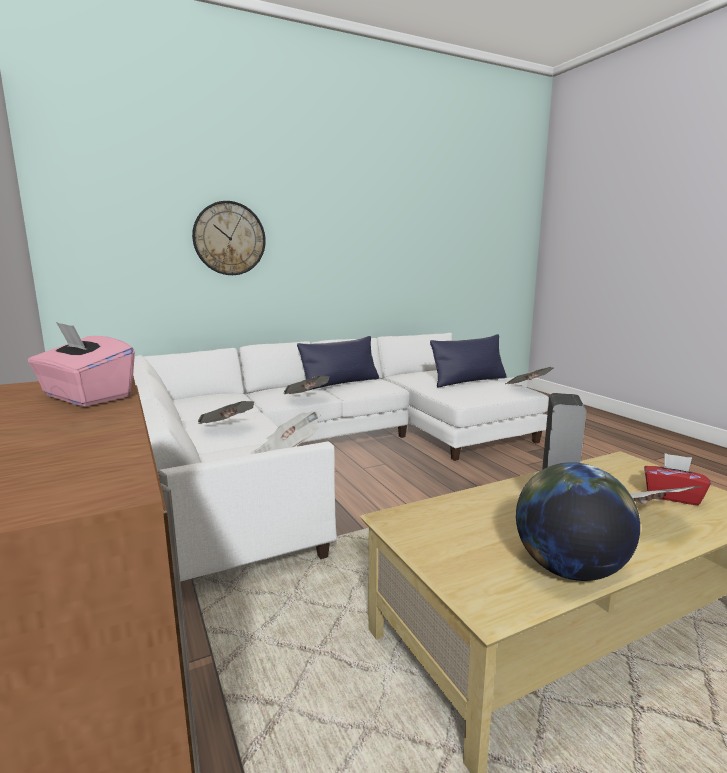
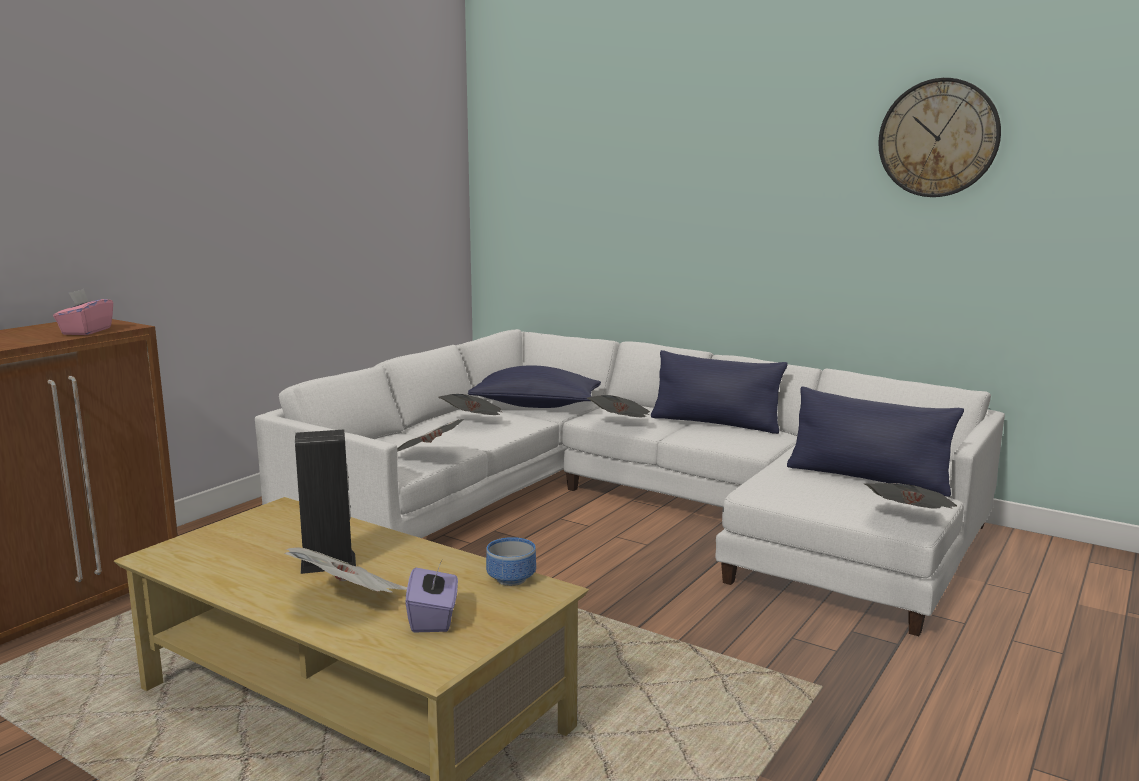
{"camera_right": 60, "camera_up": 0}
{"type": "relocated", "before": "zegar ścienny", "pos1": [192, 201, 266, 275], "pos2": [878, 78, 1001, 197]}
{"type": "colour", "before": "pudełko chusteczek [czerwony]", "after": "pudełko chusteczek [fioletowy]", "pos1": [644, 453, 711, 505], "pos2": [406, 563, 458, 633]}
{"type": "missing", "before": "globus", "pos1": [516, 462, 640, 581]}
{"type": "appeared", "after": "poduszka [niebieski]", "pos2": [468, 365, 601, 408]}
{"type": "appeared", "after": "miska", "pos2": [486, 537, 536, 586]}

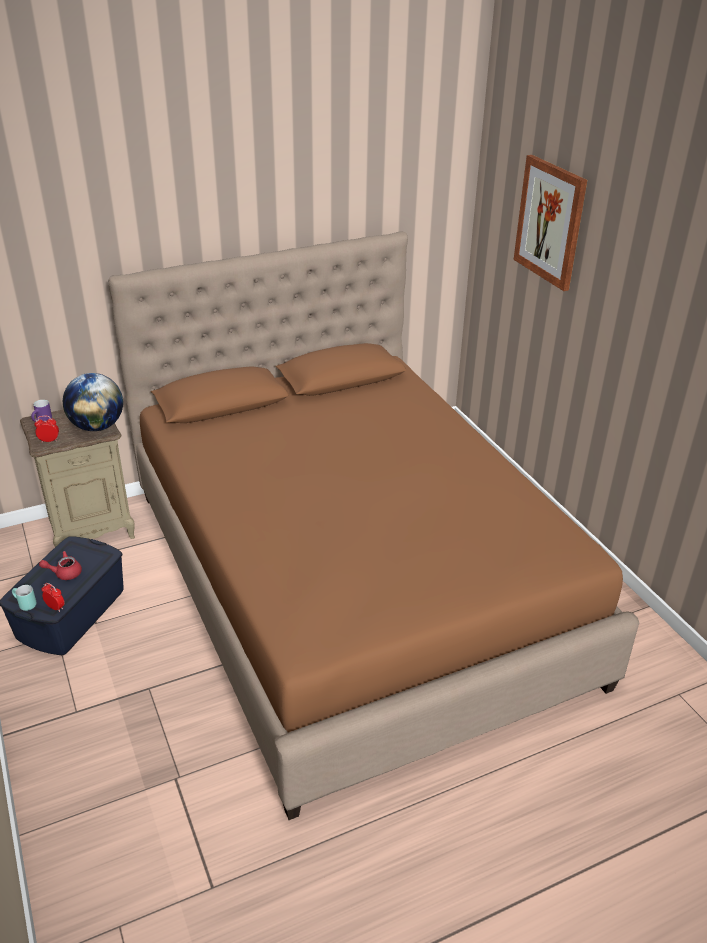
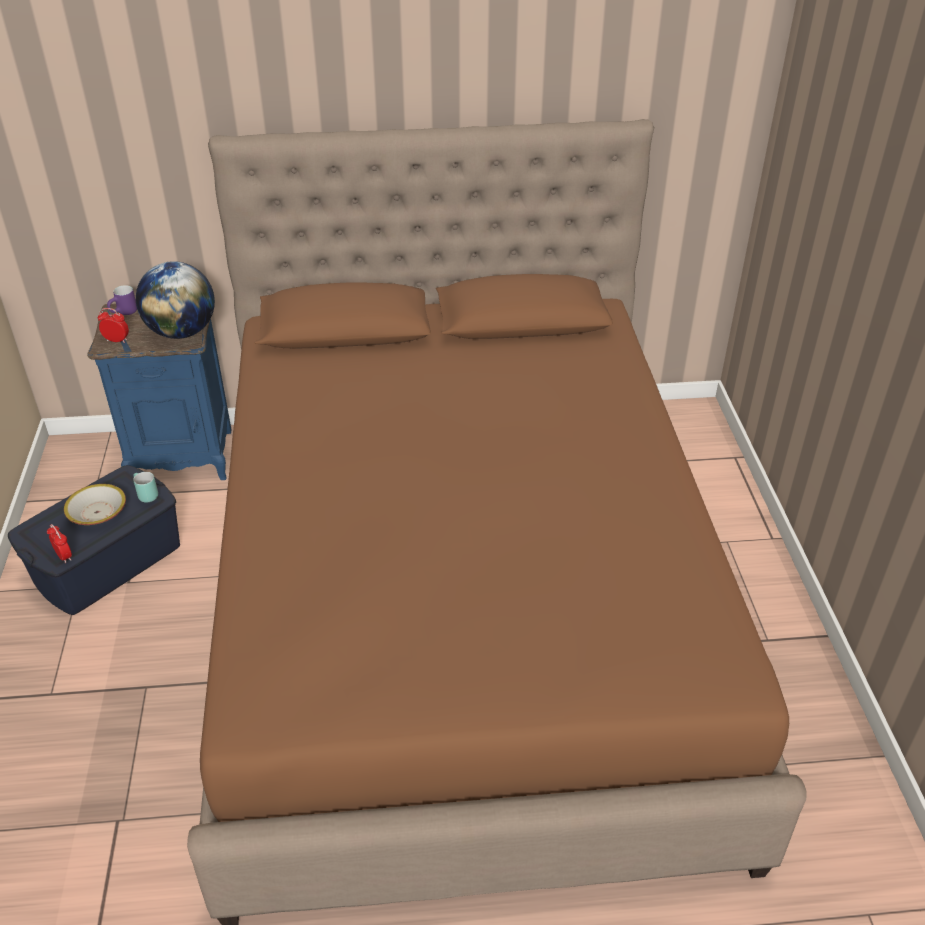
{"camera_right": 20, "camera_up": 5}
{"type": "missing", "before": "obraz", "pos1": [514, 155, 587, 291]}
{"type": "colour", "before": "szafka nocna [beżowy]", "after": "szafka nocna [niebieski]", "pos1": [20, 409, 135, 547], "pos2": [87, 304, 232, 480]}
{"type": "exchanged", "before": "imbryk [czerwony]", "after": "miska", "pos1": [39, 551, 82, 580], "pos2": [64, 484, 126, 525]}
{"type": "relocated", "before": "kubek [turkusowy]", "pos1": [12, 585, 36, 611], "pos2": [133, 472, 158, 502]}

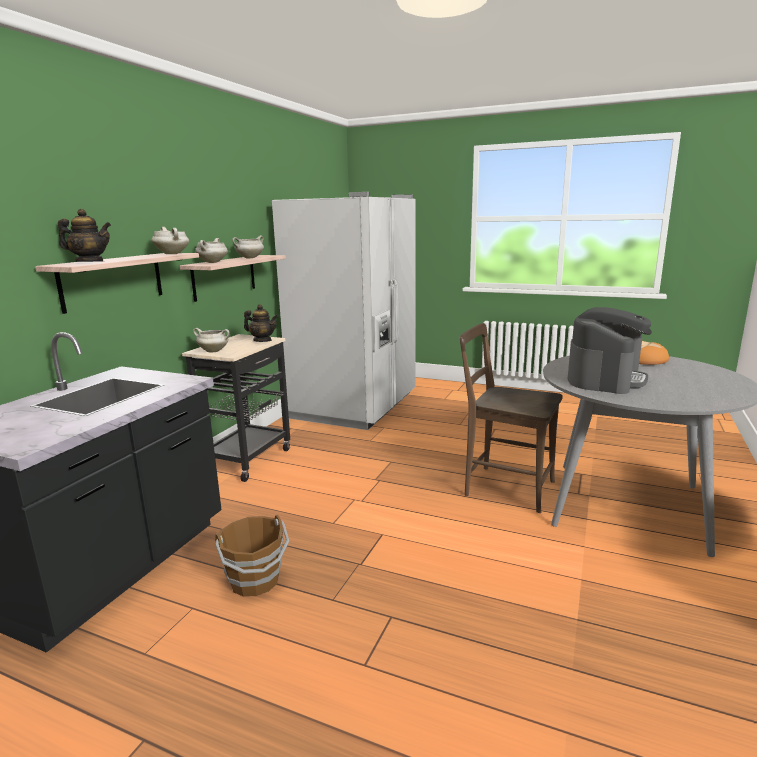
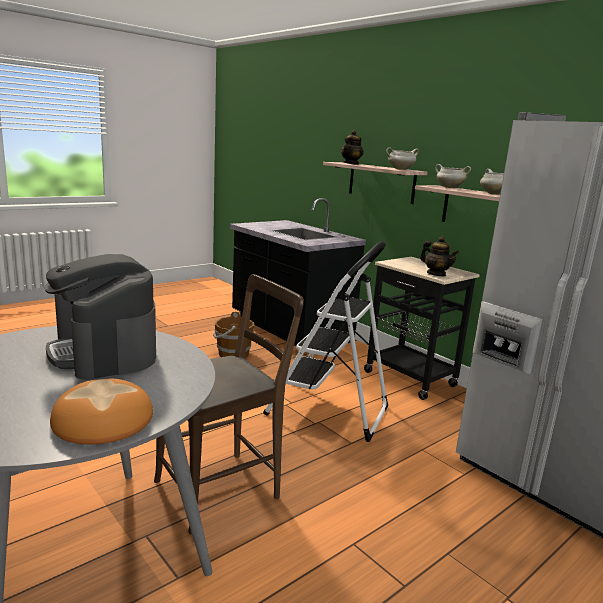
{"camera_right": 115, "camera_up": 0}
{"type": "spun", "before": "imbryk", "pos1": [244, 304, 278, 342], "pos2": [420, 236, 459, 276], "turn": -90}
{"type": "missing", "before": "garnek [biały]", "pos1": [193, 328, 230, 353]}
{"type": "appeared", "after": "drabinka", "pos2": [263, 241, 388, 442]}

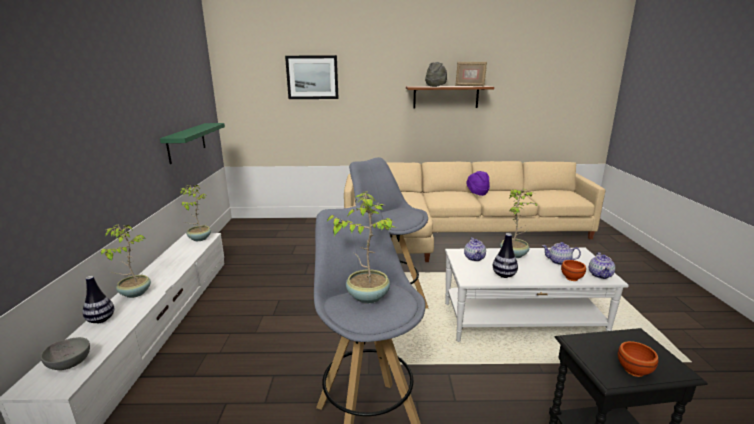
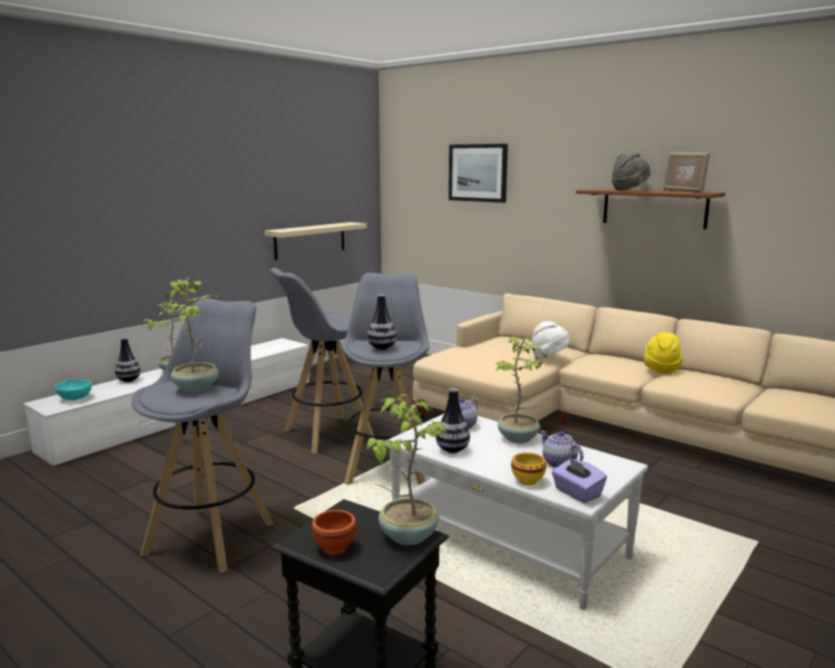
{"camera_right": 40, "camera_up": -5}
{"type": "colour", "before": "półka [zielony]", "after": "półka [beżowy]", "pos1": [160, 123, 225, 164], "pos2": [264, 222, 367, 260]}
{"type": "colour", "before": "kapelusz [fioletowy]", "after": "kapelusz [żółty]", "pos1": [466, 171, 490, 196], "pos2": [644, 332, 683, 374]}
{"type": "relocated", "before": "roślina doniczkowa", "pos1": [180, 185, 211, 241], "pos2": [366, 394, 448, 545]}
{"type": "exchanged", "before": "imbryk", "after": "pudełko chusteczek [fioletowy]", "pos1": [589, 252, 615, 279], "pos2": [552, 457, 607, 503]}
{"type": "colour", "before": "miska [brązowy]", "after": "miska [żółty]", "pos1": [561, 260, 586, 281], "pos2": [511, 452, 546, 485]}
{"type": "colour", "before": "miska [szary]", "after": "miska [turkusowy]", "pos1": [41, 337, 90, 370], "pos2": [55, 379, 92, 400]}
{"type": "appeared", "after": "stołek [szary]", "pos2": [270, 268, 374, 454]}
{"type": "appeared", "after": "wazon", "pos2": [367, 295, 397, 350]}
{"type": "appeared", "after": "kapelusz [biały]", "pos2": [531, 321, 570, 358]}

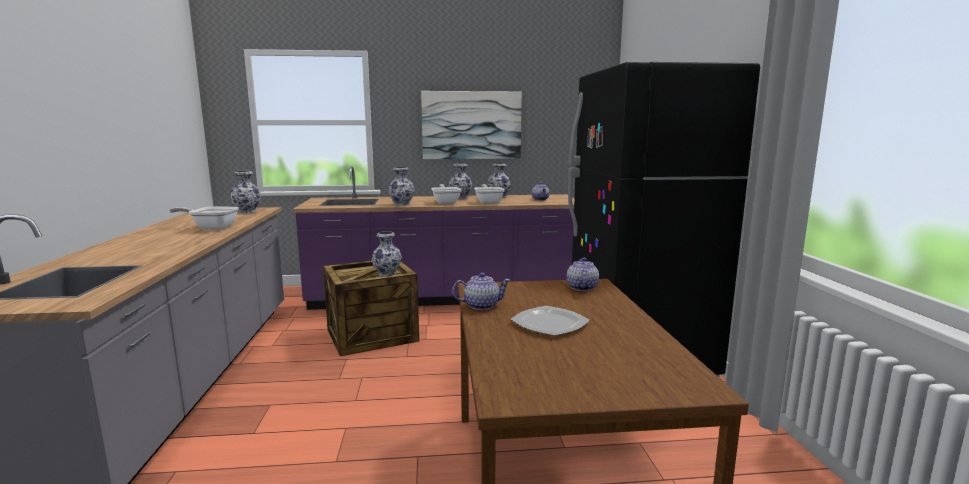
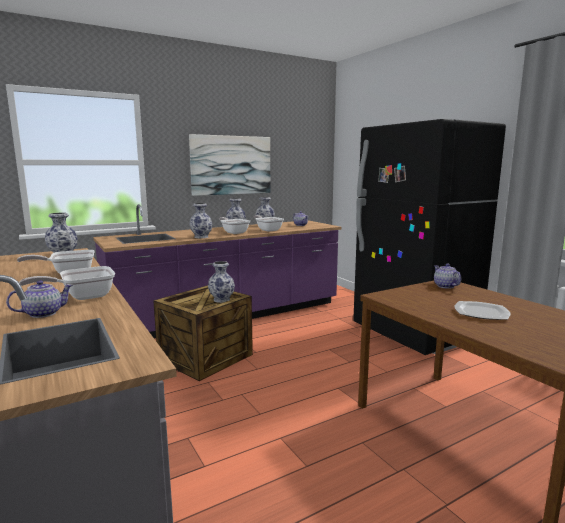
{"camera_right": -25, "camera_up": 0}
{"type": "relocated", "before": "imbryk", "pos1": [452, 272, 511, 310], "pos2": [6, 280, 73, 318]}
{"type": "appeared", "after": "patelnia", "pos2": [19, 266, 115, 300]}

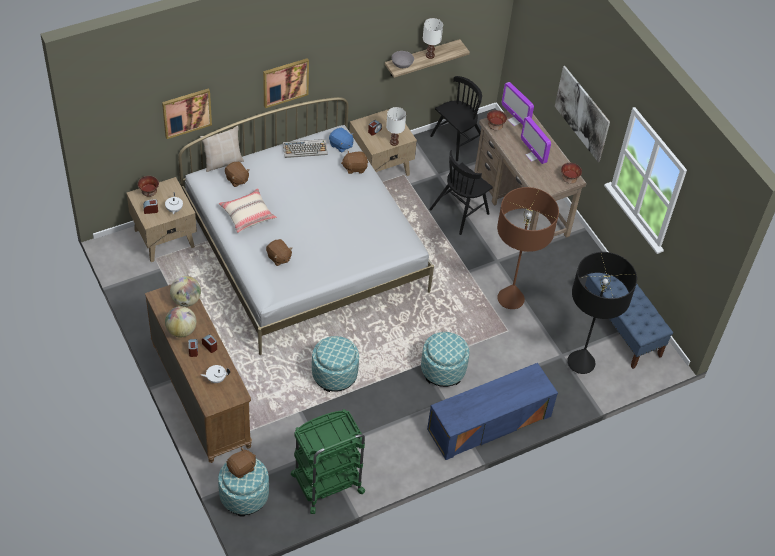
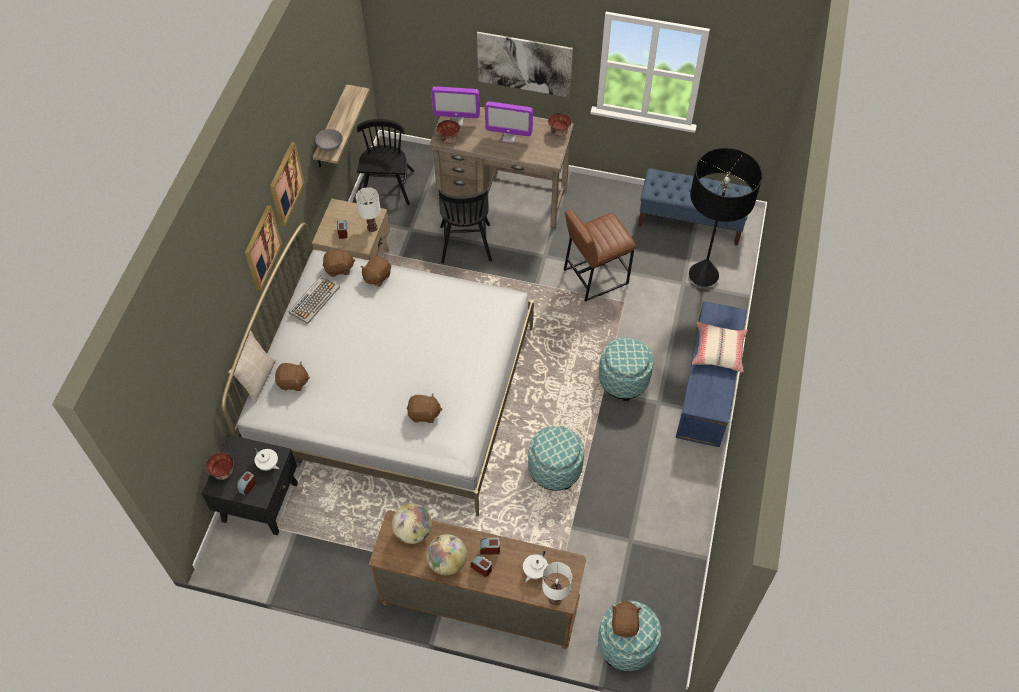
{"camera_right": -45, "camera_up": 5}
{"type": "relocated", "before": "lampa stołowa [biały]", "pos1": [423, 18, 443, 59], "pos2": [542, 562, 572, 605]}
{"type": "relocated", "before": "obraz", "pos1": [162, 88, 212, 139], "pos2": [270, 142, 305, 226]}
{"type": "colour", "before": "pluszak [niebieski]", "after": "pluszak [brązowy]", "pos1": [329, 128, 354, 153], "pos2": [323, 247, 355, 277]}
{"type": "colour", "before": "szafka nocna [beżowy]", "after": "szafka nocna [czarny]", "pos1": [127, 177, 197, 262], "pos2": [202, 434, 298, 536]}
{"type": "exchanged", "before": "lampa stojąca [brązowy]", "after": "krzesło [brązowy]", "pos1": [497, 187, 559, 309], "pos2": [564, 210, 636, 302]}
{"type": "relocated", "before": "poduszka [beżowy]", "pos1": [219, 188, 277, 233], "pos2": [692, 321, 747, 373]}
{"type": "missing", "before": "wózek [zielony]", "pos1": [291, 409, 365, 514]}

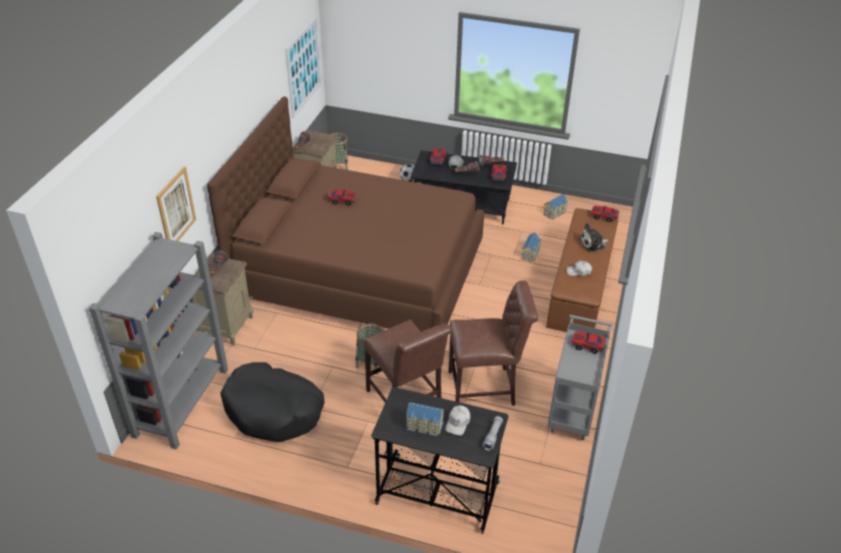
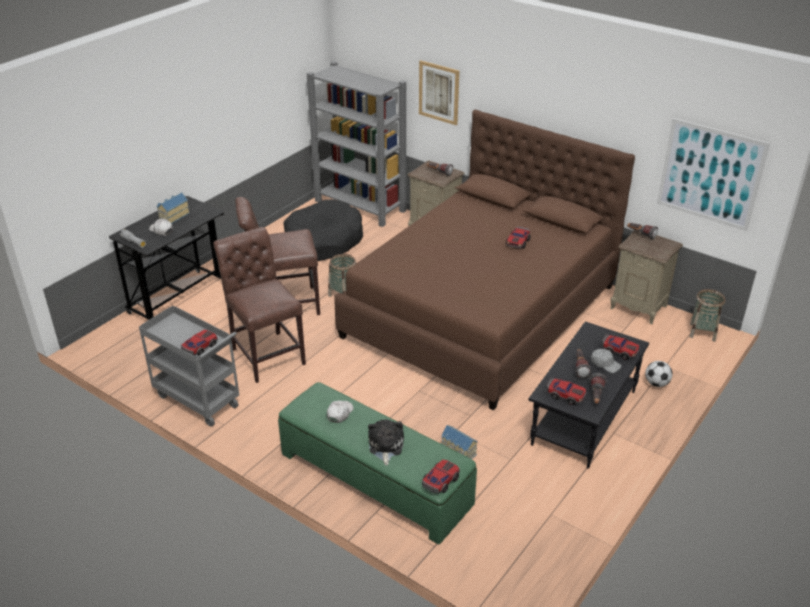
{"camera_right": 110, "camera_up": -5}
{"type": "missing", "before": "domek", "pos1": [543, 194, 568, 219]}
{"type": "colour", "before": "ławka [brązowy]", "after": "ławka [zielony]", "pos1": [546, 208, 618, 332], "pos2": [278, 382, 477, 545]}
{"type": "spun", "before": "krzesło [brązowy]", "pos1": [448, 280, 538, 406], "pos2": [213, 227, 306, 383], "turn": 135}

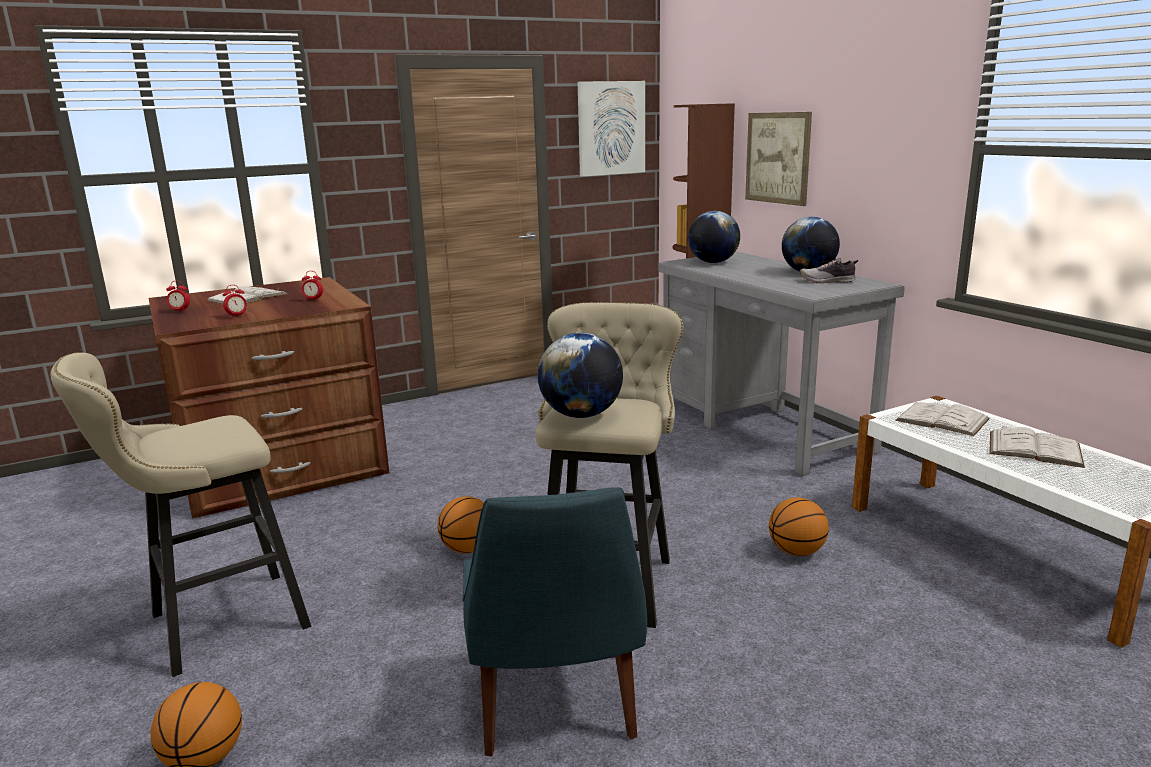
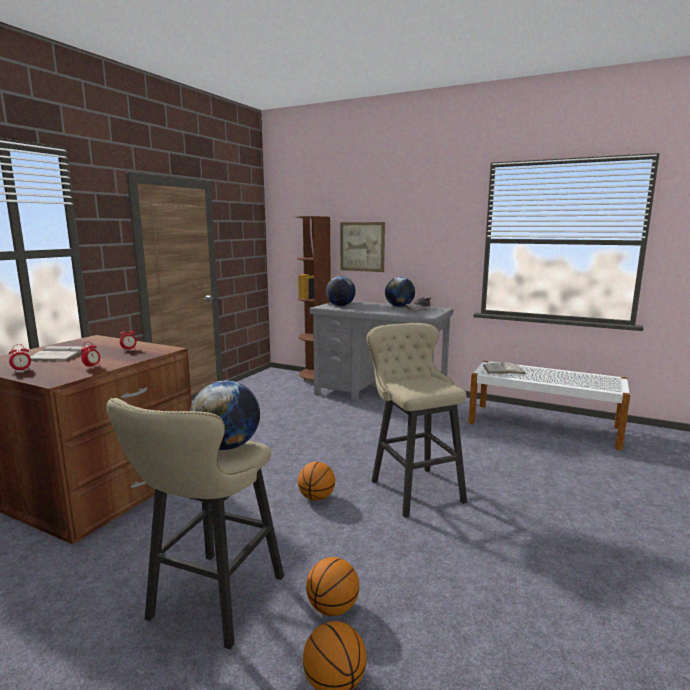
{"camera_right": -35, "camera_up": -5}
{"type": "missing", "before": "obraz", "pos1": [578, 81, 645, 177]}
{"type": "relocated", "before": "globus", "pos1": [538, 333, 623, 418], "pos2": [190, 381, 260, 450]}
{"type": "missing", "before": "książka [biały]", "pos1": [989, 426, 1085, 468]}
{"type": "missing", "before": "krzesło [niebieski]", "pos1": [463, 487, 647, 756]}
{"type": "relocated", "before": "piłka do koszykówki", "pos1": [769, 498, 829, 556], "pos2": [306, 557, 359, 616]}

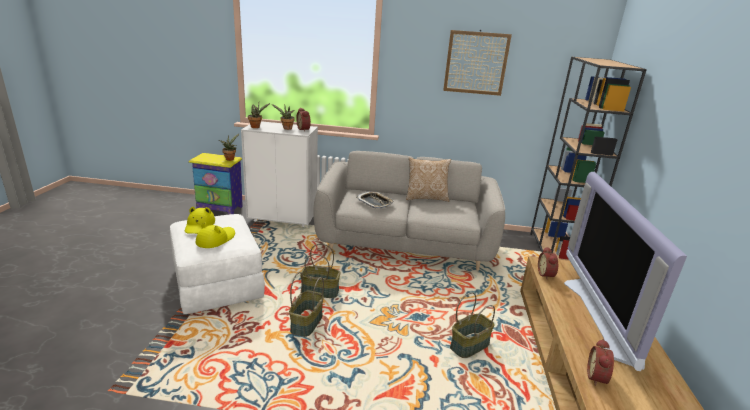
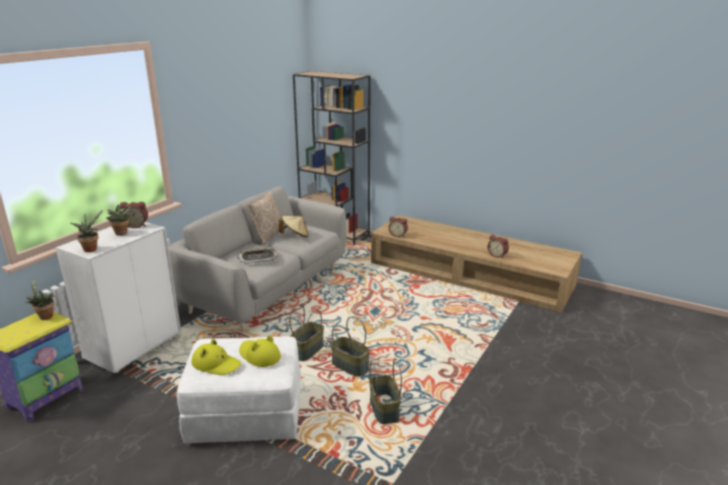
{"camera_right": -65, "camera_up": 0}
{"type": "missing", "before": "obraz", "pos1": [443, 30, 512, 96]}
{"type": "missing", "before": "telewizor", "pos1": [564, 172, 687, 371]}
{"type": "relocated", "before": "koszyk", "pos1": [450, 292, 495, 358], "pos2": [369, 358, 402, 424]}
{"type": "appeared", "after": "kapelusz [beżowy]", "pos2": [279, 216, 309, 237]}

